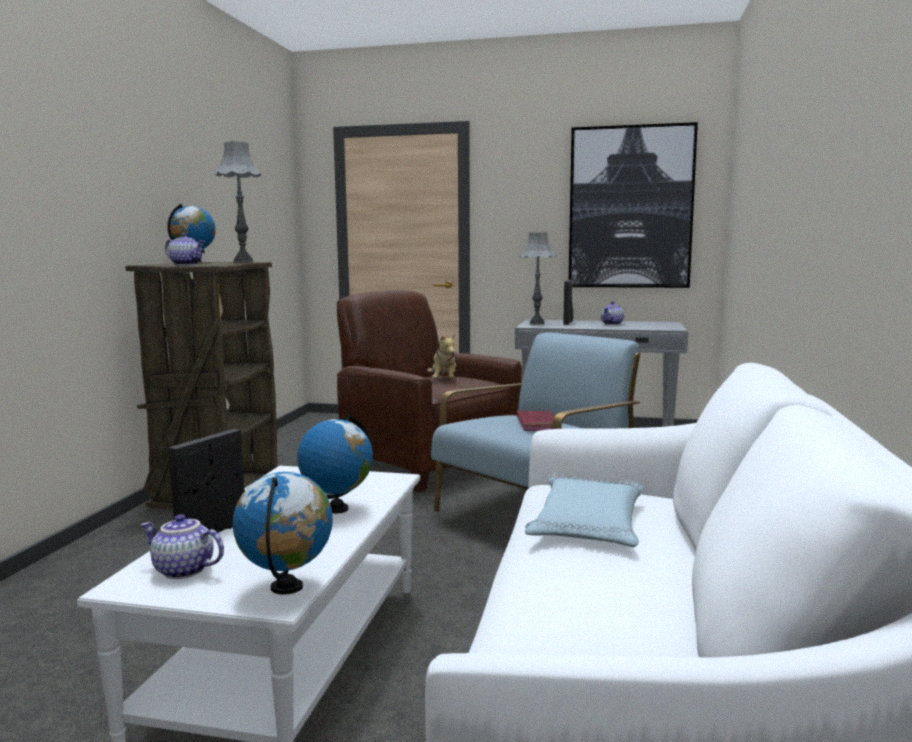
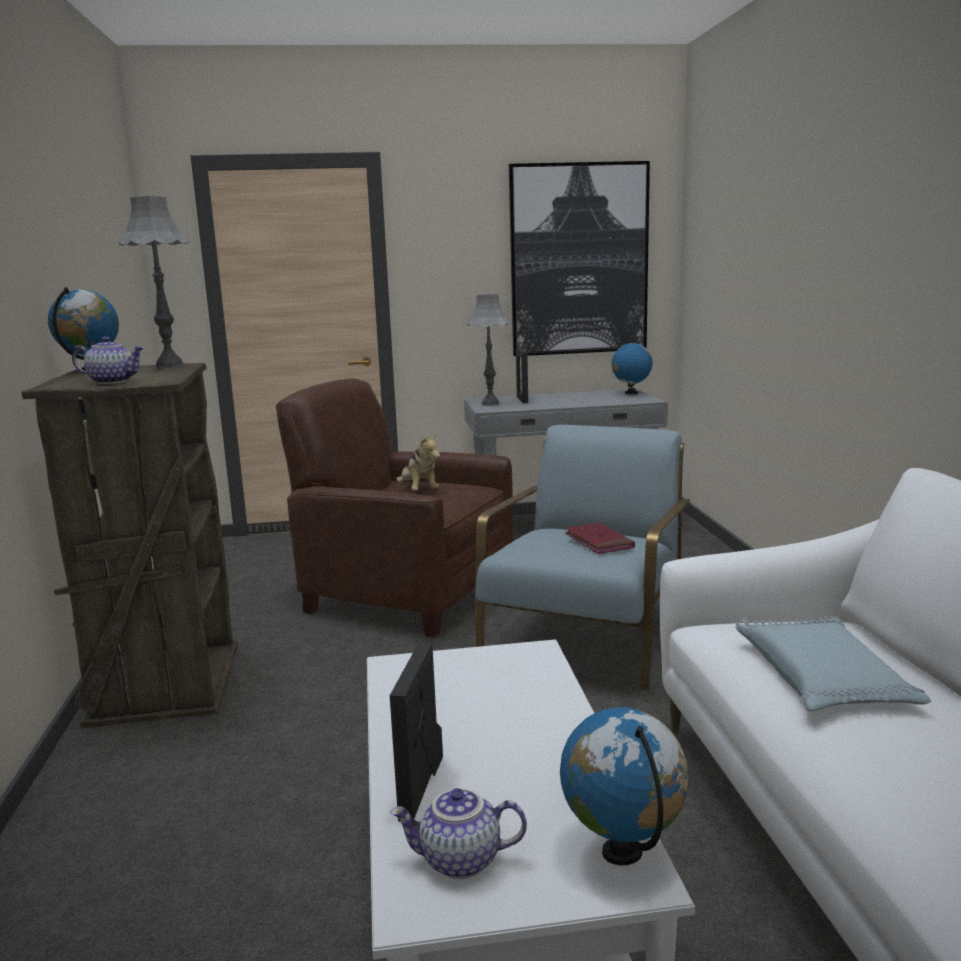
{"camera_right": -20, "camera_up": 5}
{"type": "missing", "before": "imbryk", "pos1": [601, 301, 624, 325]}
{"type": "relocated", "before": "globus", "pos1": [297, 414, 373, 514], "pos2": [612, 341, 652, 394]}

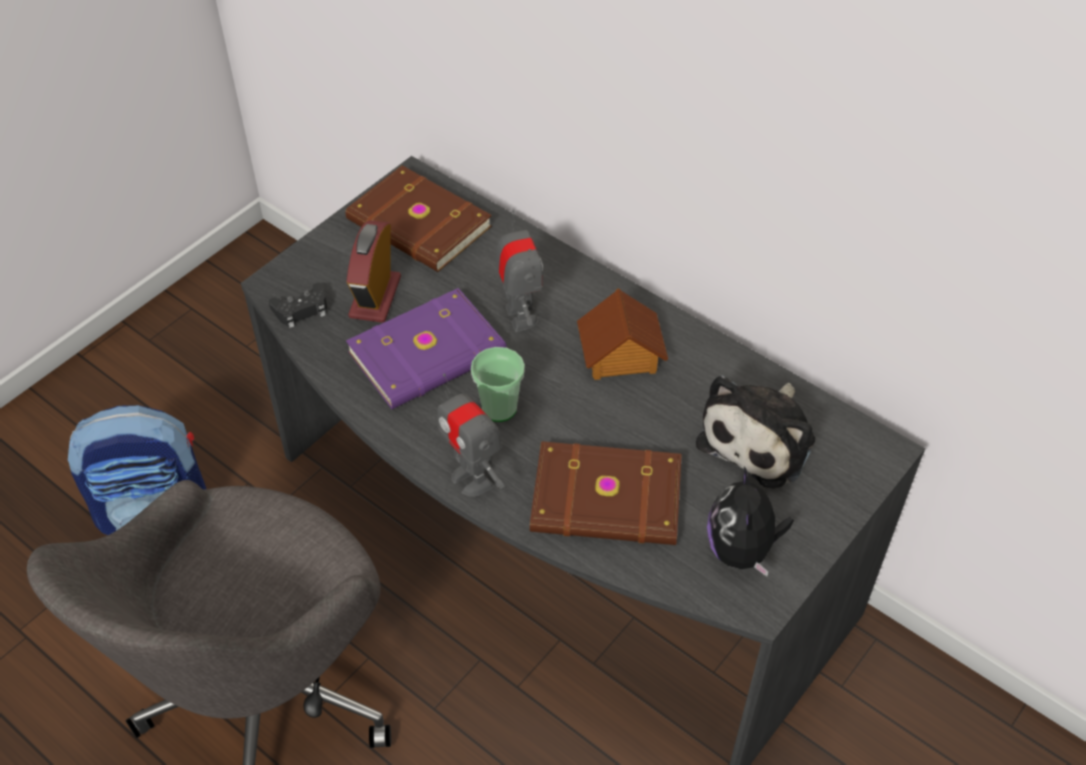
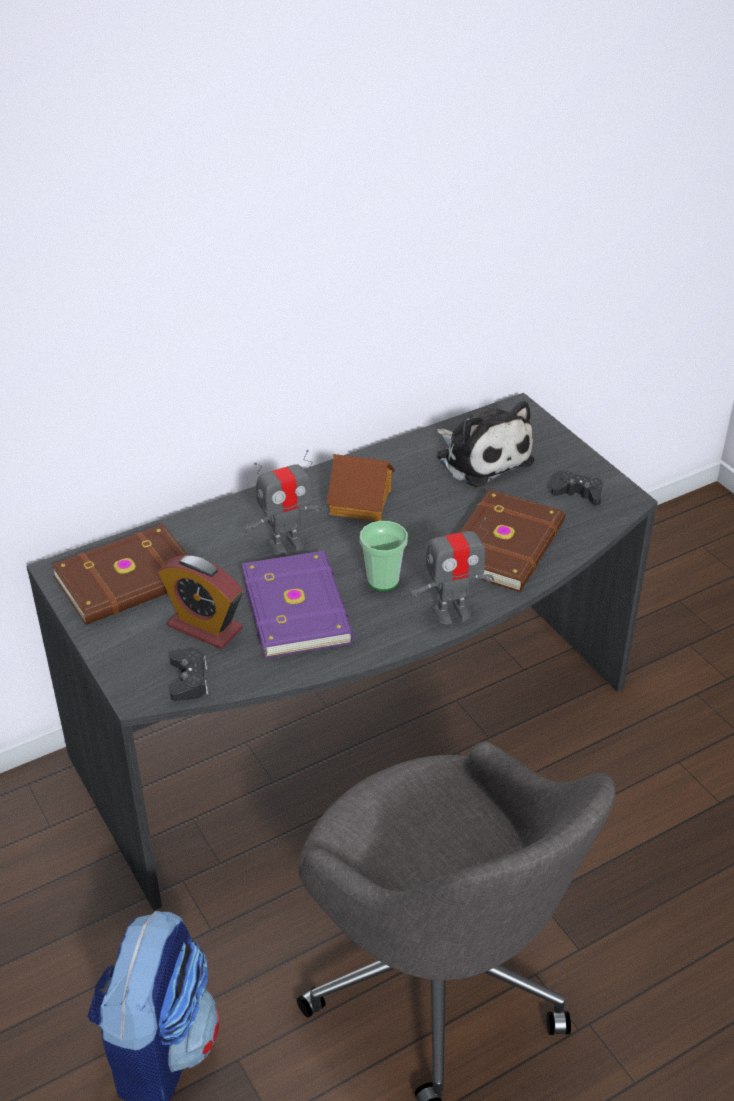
{"camera_right": -70, "camera_up": -10}
{"type": "spun", "before": "robot zabawkowy", "pos1": [495, 210, 543, 332], "pos2": [245, 450, 322, 556], "turn": 150}
{"type": "exchanged", "before": "pluszak", "after": "pad do gier [czarny]", "pos1": [707, 466, 794, 576], "pos2": [551, 471, 603, 505]}

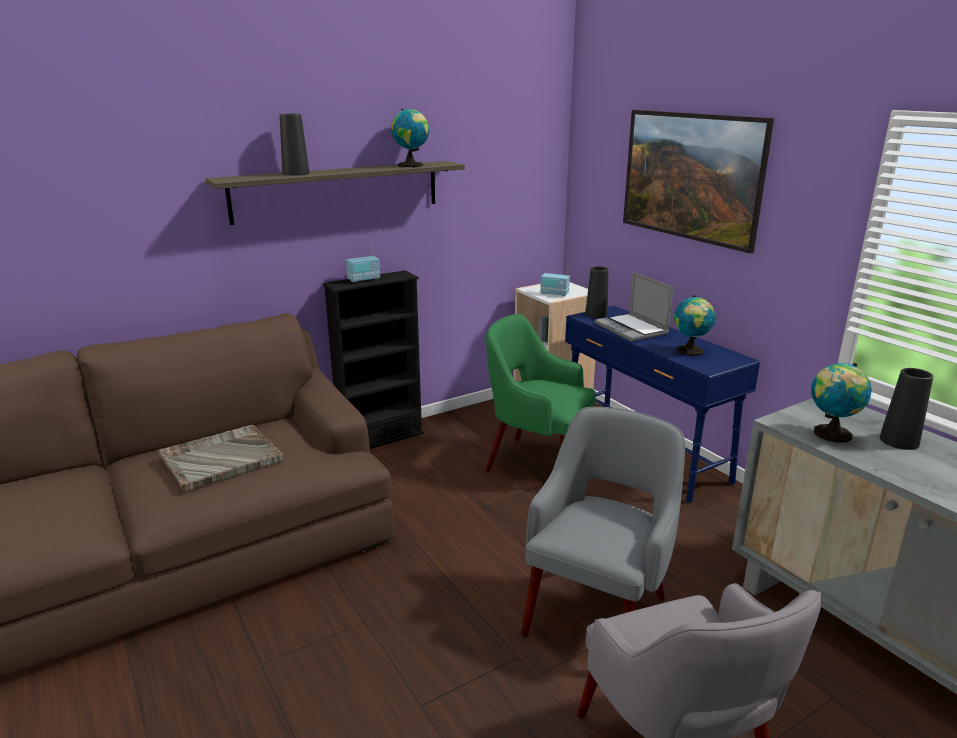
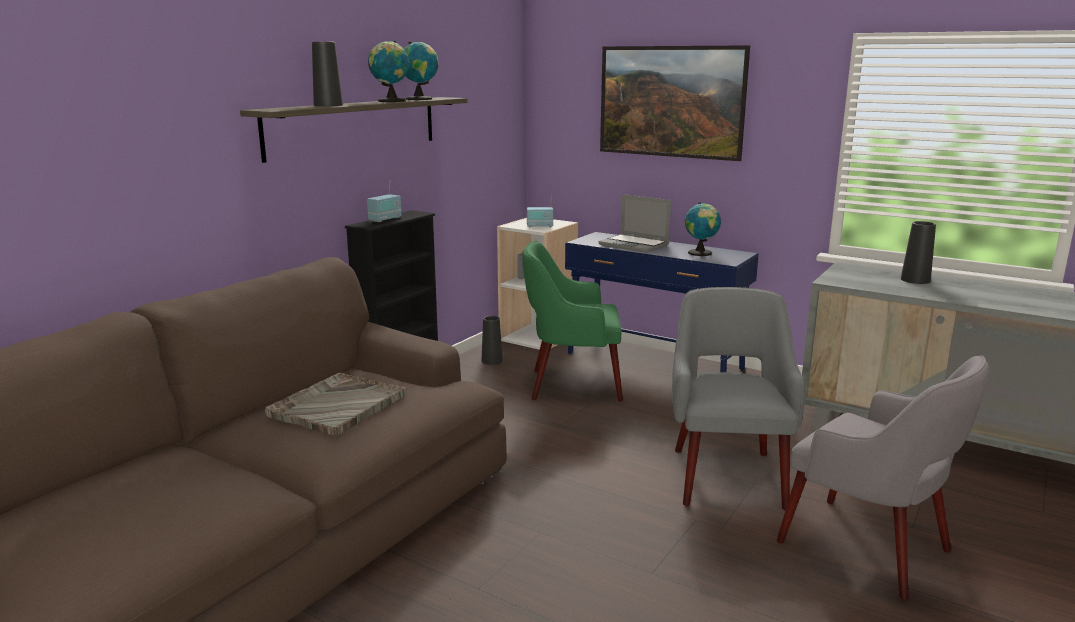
{"camera_right": -25, "camera_up": -5}
{"type": "relocated", "before": "wazon [czarny]", "pos1": [585, 266, 608, 318], "pos2": [482, 316, 503, 365]}
{"type": "relocated", "before": "globus", "pos1": [811, 363, 872, 443], "pos2": [368, 41, 409, 102]}

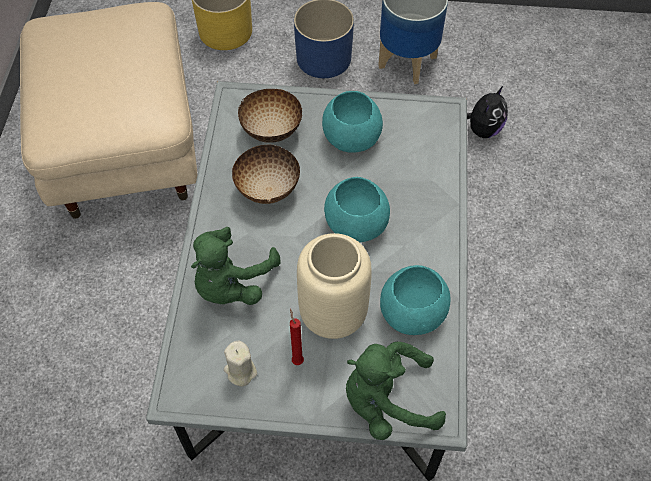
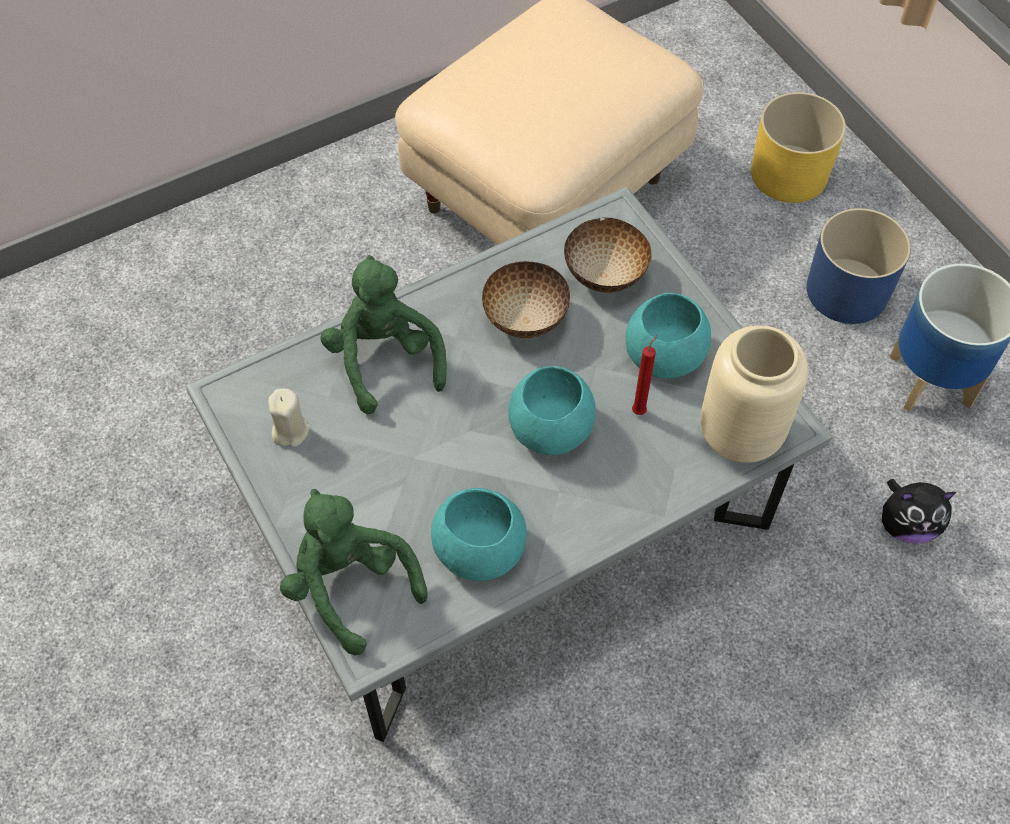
{"camera_right": 55, "camera_up": 0}
{"type": "spun", "before": "pluszak [zielony]", "pos1": [191, 227, 281, 305], "pos2": [321, 255, 447, 414], "turn": 75}
{"type": "relocated", "before": "wazon [beżowy]", "pos1": [297, 233, 372, 339], "pos2": [701, 326, 808, 463]}
{"type": "relocated", "before": "świeca [czerwony]", "pos1": [290, 309, 304, 365], "pos2": [632, 335, 657, 415]}

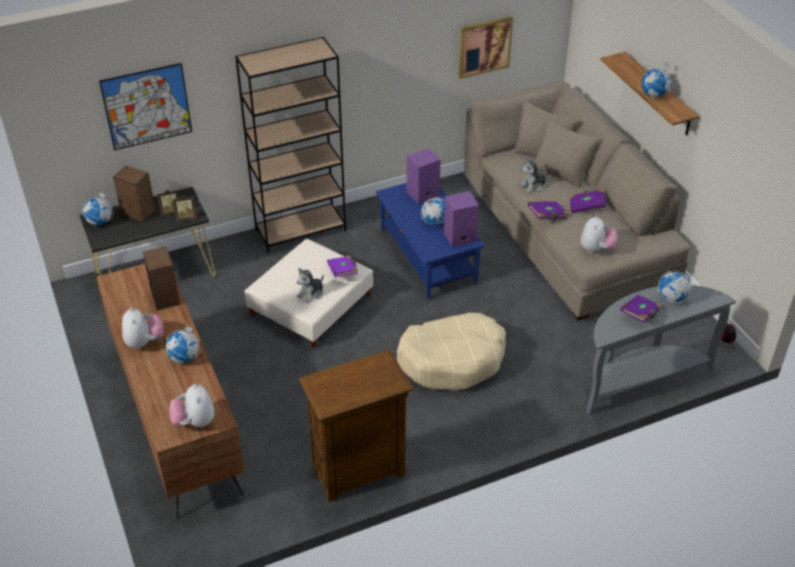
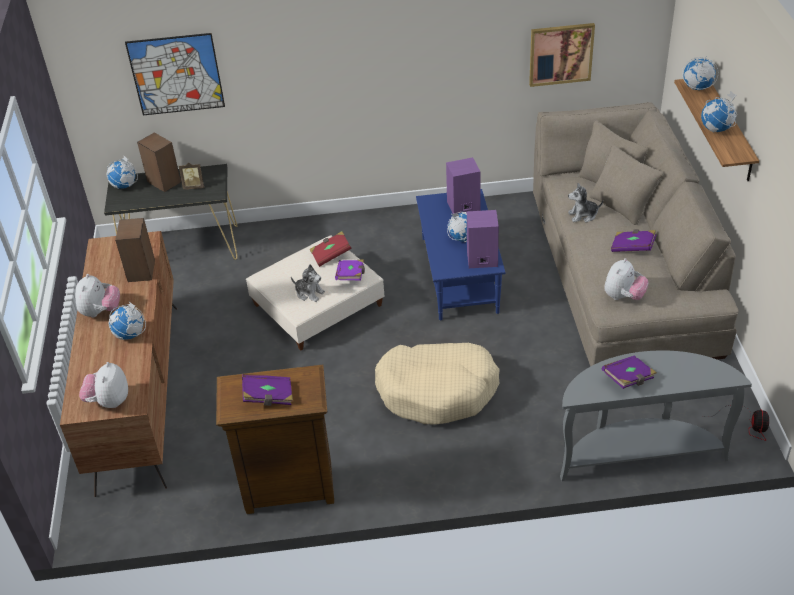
{"camera_right": 20, "camera_up": 0}
{"type": "missing", "before": "regał [beżowy]", "pos1": [235, 37, 346, 253]}
{"type": "missing", "before": "ramka na zdjęcie", "pos1": [172, 195, 197, 222]}
{"type": "relocated", "before": "książka [fioletowy]", "pos1": [528, 201, 568, 220], "pos2": [242, 374, 293, 406]}
{"type": "spun", "before": "pluszak", "pos1": [297, 268, 324, 304], "pos2": [291, 264, 325, 302], "turn": -120}
{"type": "relocated", "before": "globus", "pos1": [658, 271, 692, 303], "pos2": [682, 57, 718, 90]}
{"type": "appeared", "after": "książka [czerwony]", "pos2": [309, 231, 352, 267]}

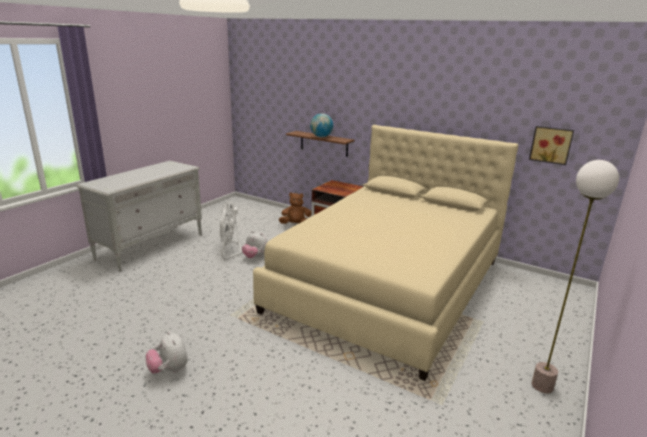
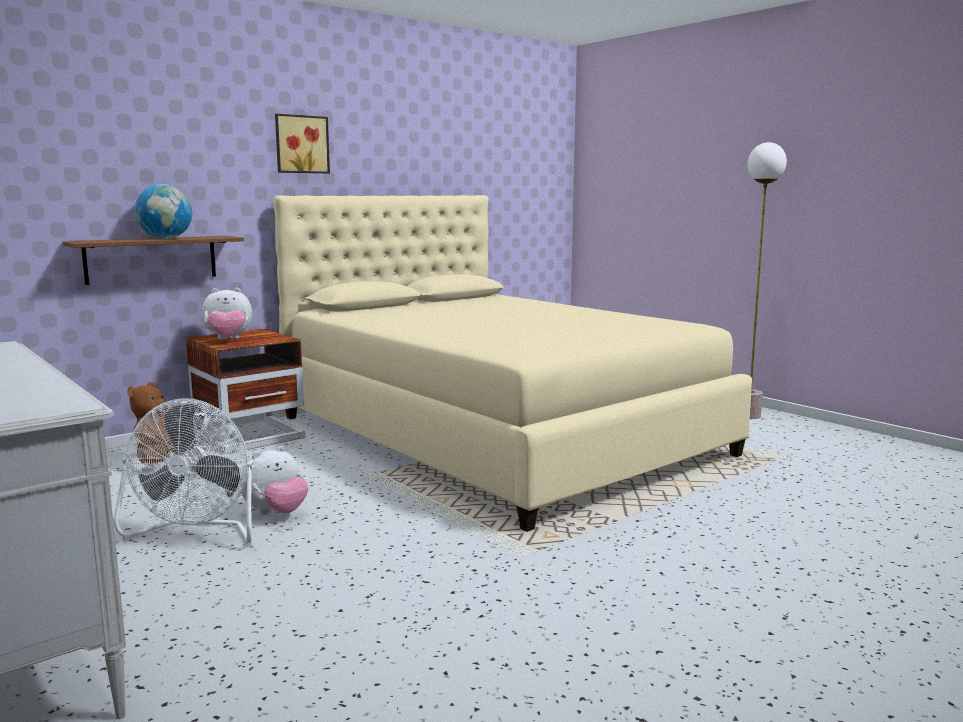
{"camera_right": -70, "camera_up": -10}
{"type": "relocated", "before": "obraz", "pos1": [529, 126, 574, 165], "pos2": [275, 114, 330, 173]}
{"type": "relocated", "before": "pluszak", "pos1": [146, 331, 188, 374], "pos2": [202, 288, 252, 339]}

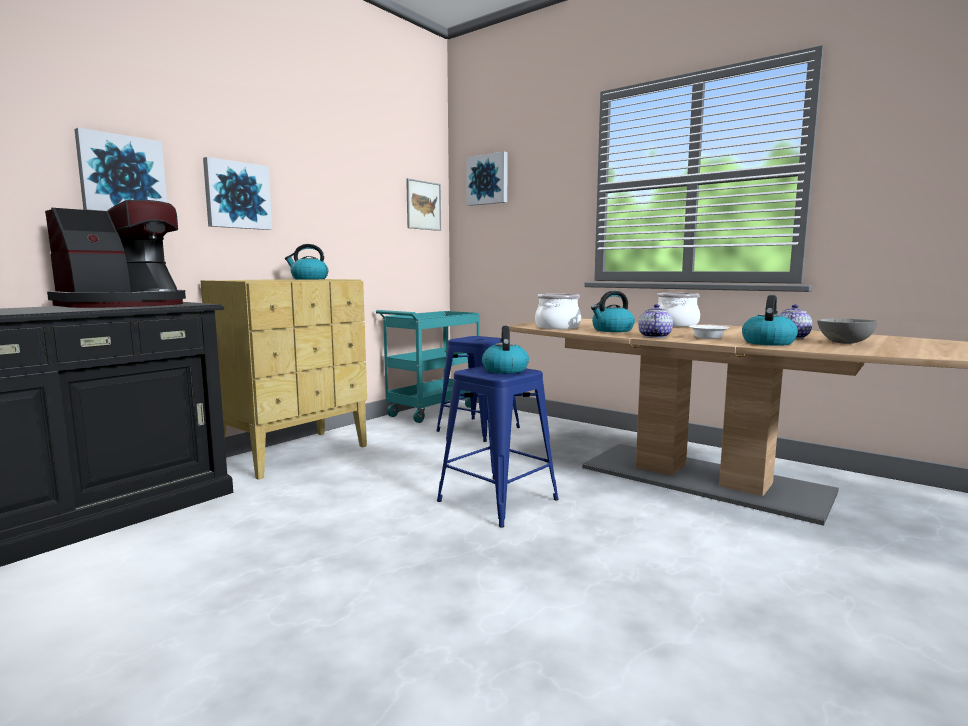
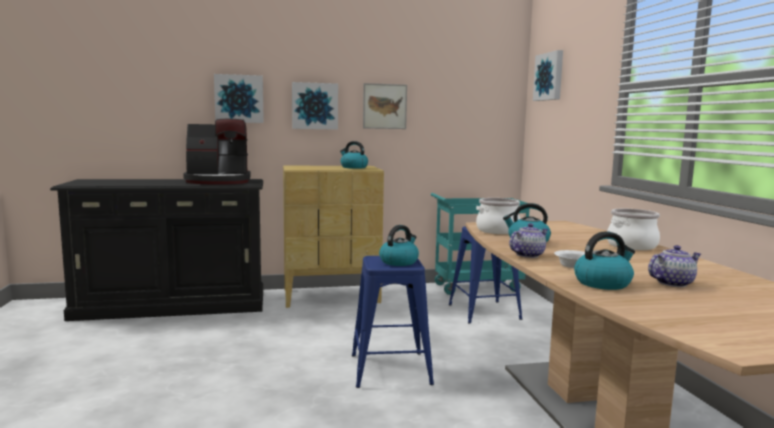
{"camera_right": 40, "camera_up": 0}
{"type": "relocated", "before": "obraz", "pos1": [406, 178, 441, 231], "pos2": [363, 83, 407, 129]}
{"type": "missing", "before": "miska [szary]", "pos1": [817, 318, 878, 344]}

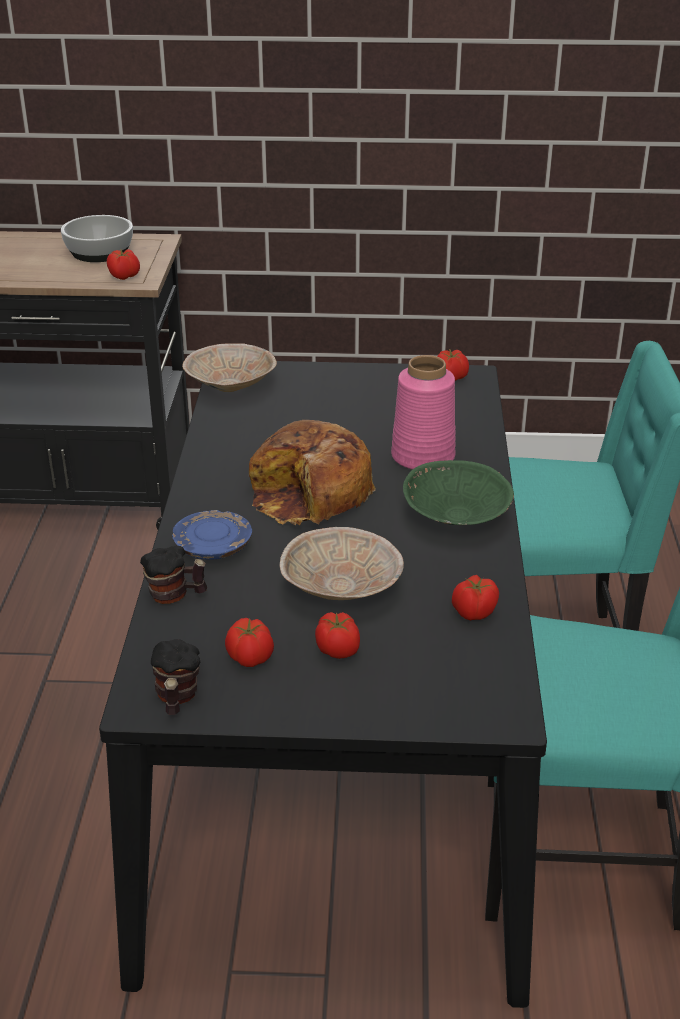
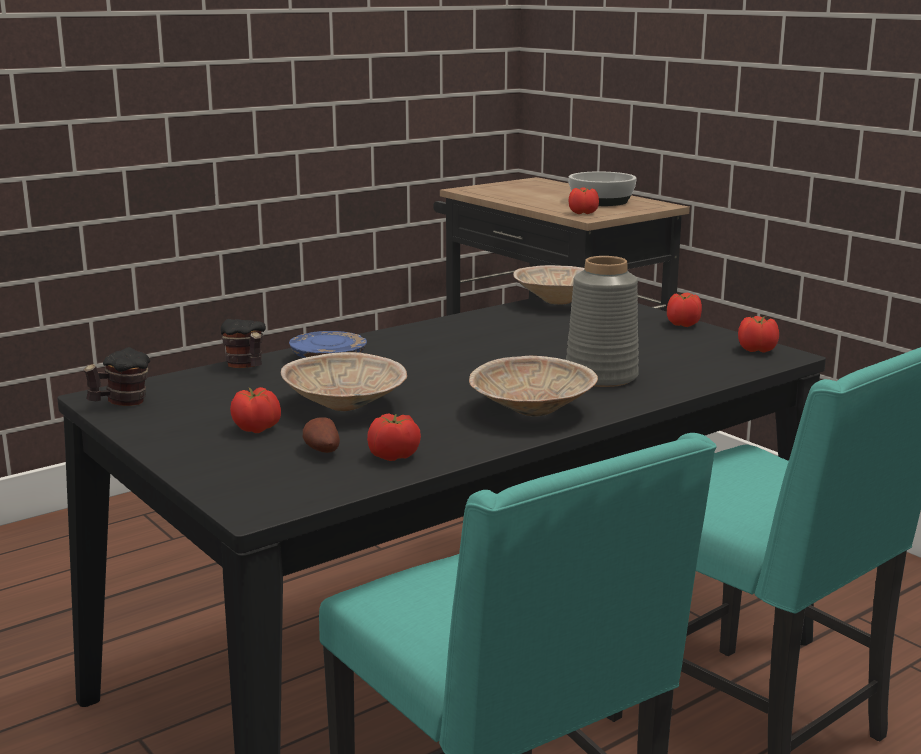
{"camera_right": 50, "camera_up": -15}
{"type": "colour", "before": "wazon [różowy]", "after": "wazon [szary]", "pos1": [391, 355, 456, 470], "pos2": [566, 256, 639, 387]}
{"type": "missing", "before": "chleb", "pos1": [249, 420, 376, 525]}
{"type": "colour", "before": "miska [zielony]", "after": "miska [beżowy]", "pos1": [403, 460, 514, 525], "pos2": [469, 356, 598, 417]}
{"type": "relocated", "before": "pomidor", "pos1": [225, 618, 274, 667], "pos2": [667, 292, 702, 327]}
{"type": "appeared", "after": "ziemniak", "pos2": [303, 417, 340, 453]}

